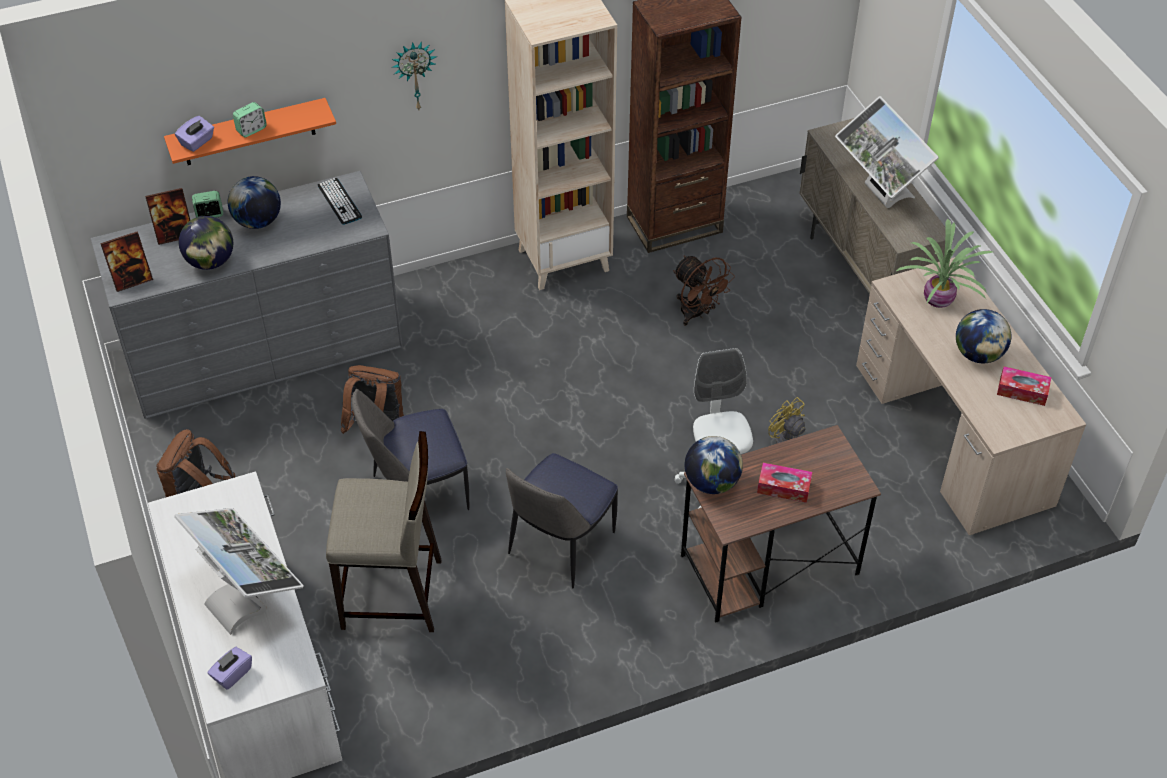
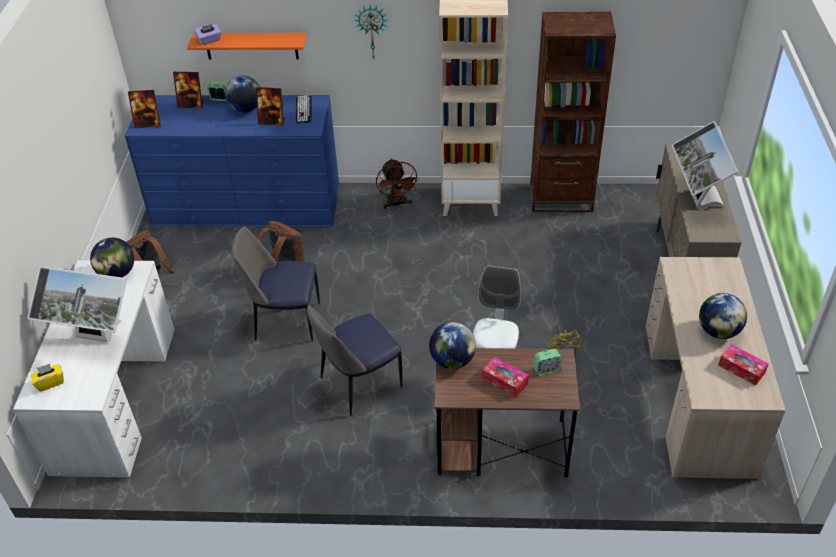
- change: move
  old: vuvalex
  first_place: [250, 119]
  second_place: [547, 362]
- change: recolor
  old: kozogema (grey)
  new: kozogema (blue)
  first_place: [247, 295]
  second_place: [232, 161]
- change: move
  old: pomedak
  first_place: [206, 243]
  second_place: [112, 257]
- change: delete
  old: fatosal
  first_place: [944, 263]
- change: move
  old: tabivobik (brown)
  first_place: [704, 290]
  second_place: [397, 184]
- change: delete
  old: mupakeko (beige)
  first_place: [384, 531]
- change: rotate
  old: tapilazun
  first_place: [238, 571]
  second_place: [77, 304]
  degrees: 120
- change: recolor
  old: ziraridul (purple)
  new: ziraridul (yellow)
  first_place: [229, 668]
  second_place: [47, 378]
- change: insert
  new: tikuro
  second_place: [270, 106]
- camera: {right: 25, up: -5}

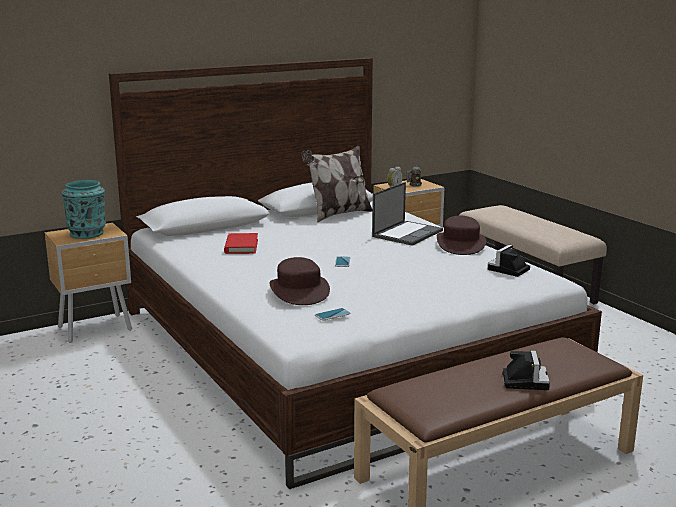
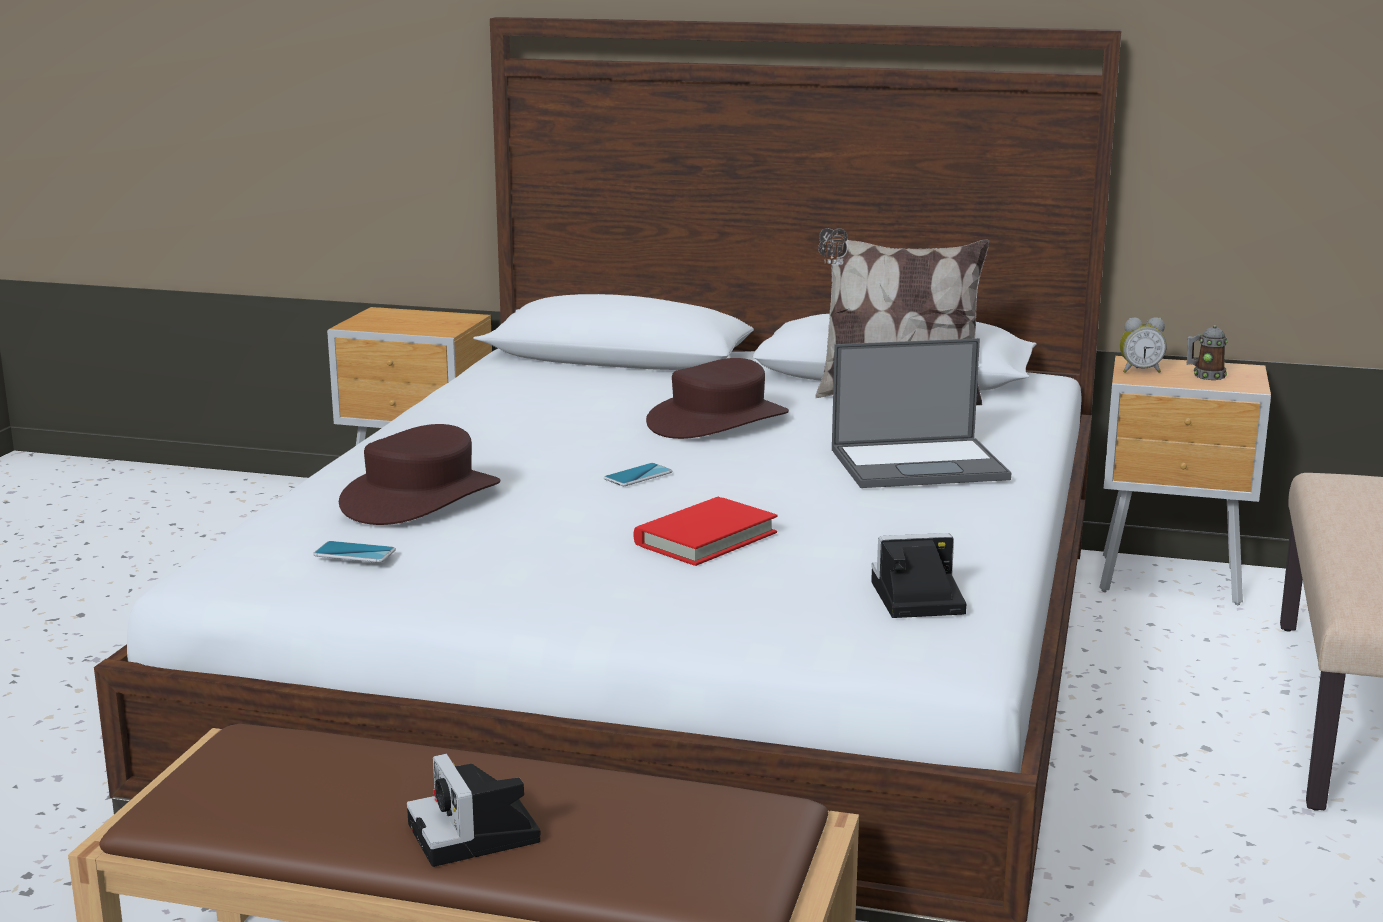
- change: delete
  old: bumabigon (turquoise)
  first_place: [84, 209]
- change: move
  old: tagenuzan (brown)
  first_place: [461, 235]
  second_place: [717, 398]
- change: move
  old: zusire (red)
  first_place: [241, 243]
  second_place: [705, 531]
- change: rotate
  old: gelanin
  first_place: [526, 370]
  second_place: [474, 810]
  degrees: 105
- camera: {right: 45, up: 0}

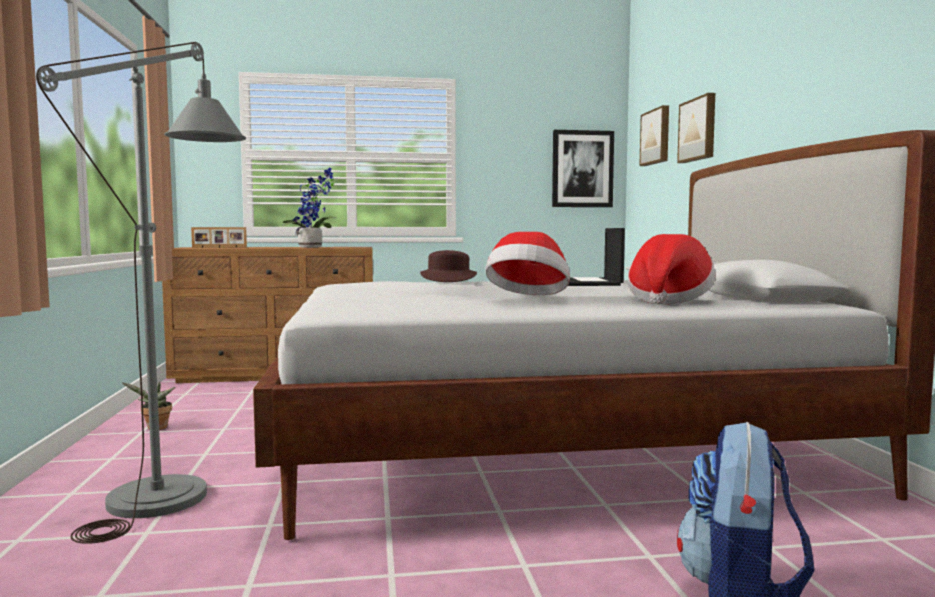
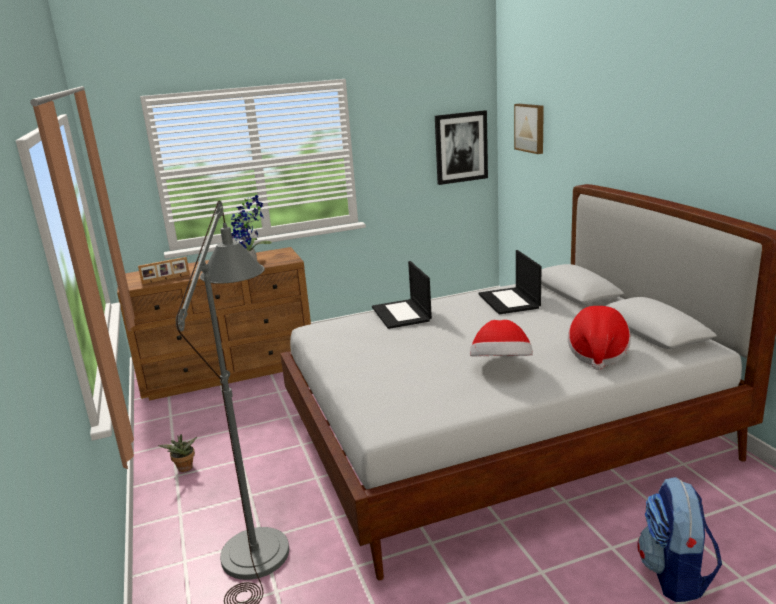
- change: delete
  old: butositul
  first_place: [696, 128]
- change: replace
  old: tagenuzan (brown)
  new: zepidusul
  first_place: [448, 266]
  second_place: [402, 295]
- camera: {right: -10, up: 15}

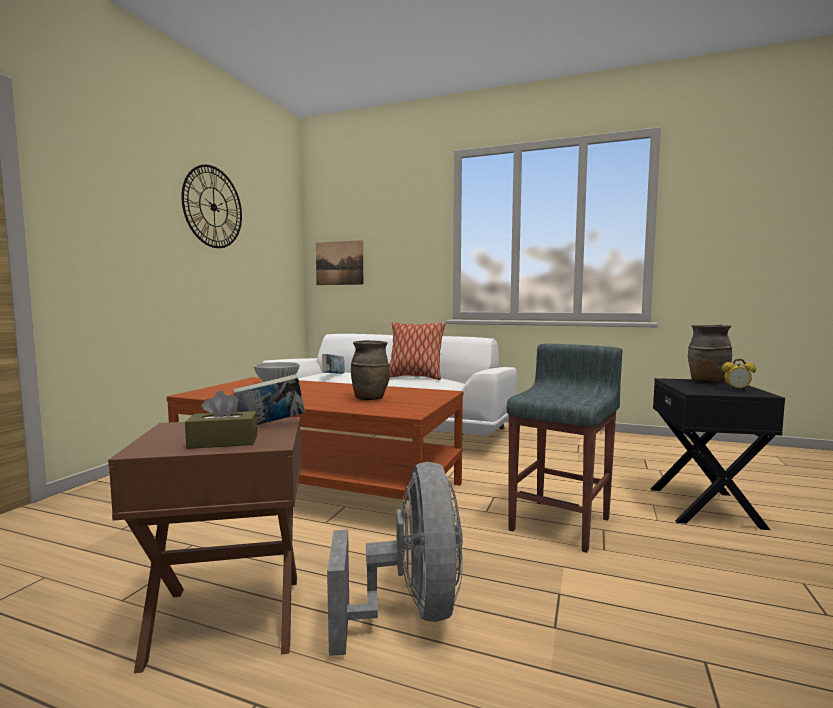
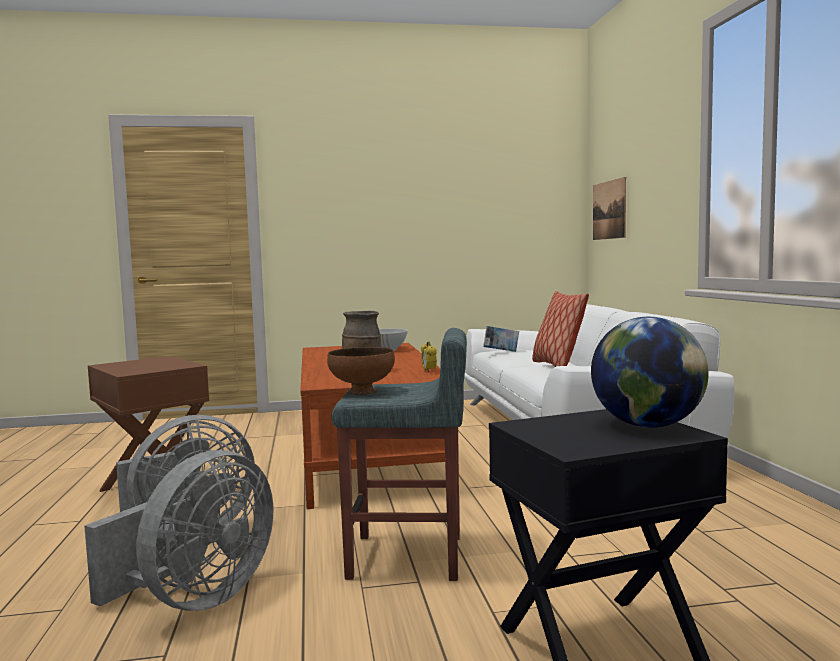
- change: delete
  old: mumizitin
  first_place: [211, 206]
- change: replace
  old: bumabigon (brown)
  new: pomedak
  first_place: [710, 354]
  second_place: [650, 372]
- change: move
  old: vuvalex
  first_place: [739, 375]
  second_place: [429, 357]
- change: delete
  old: zusire
  first_place: [269, 399]
- change: delete
  old: ziraridul (brown)
  first_place: [221, 420]
- change: insert
  new: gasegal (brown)
  second_place: [361, 371]
- change: insert
  new: tabivobik (grey)
  second_place: [178, 530]
- camera: {right: 60, up: 0}

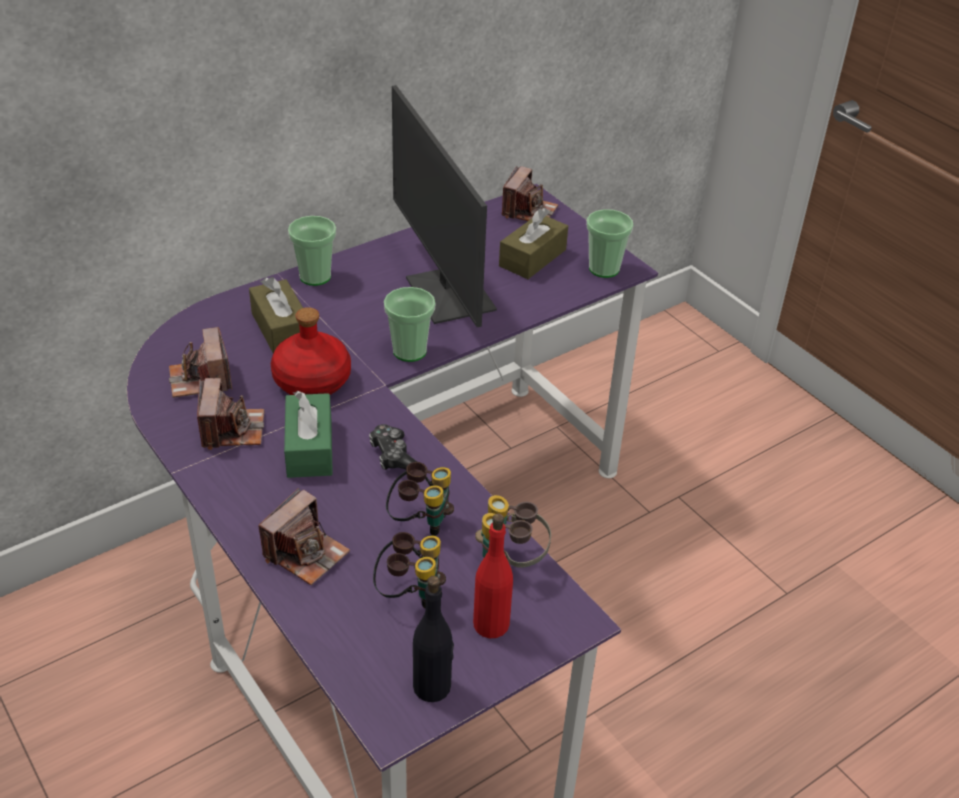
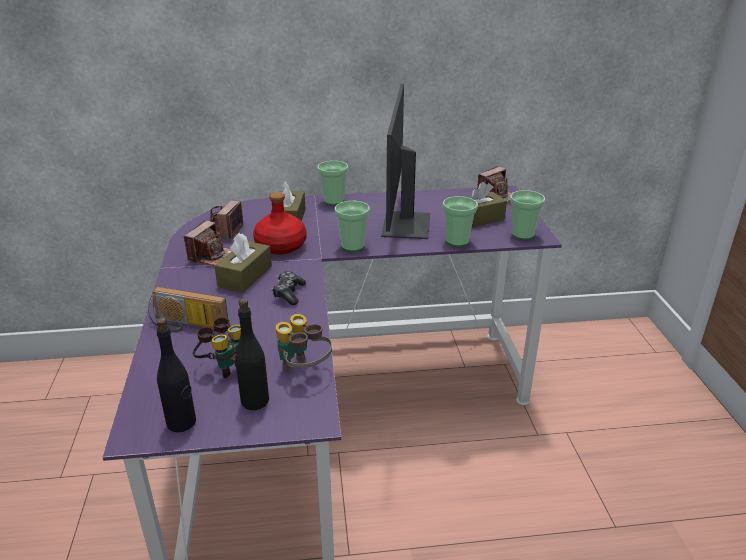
- change: recolor
  old: ziraridul (green)
  new: ziraridul (brown)
  first_place: [308, 434]
  second_place: [243, 263]
- change: delete
  old: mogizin
  first_place: [420, 499]
- change: replace
  old: gelanin
  new: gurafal
  first_place: [304, 536]
  second_place: [188, 309]
- change: recolor
  old: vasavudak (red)
  new: vasavudak (black)
  first_place: [493, 576]
  second_place: [252, 354]
- change: insert
  new: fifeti
  second_place: [460, 221]
- camera: {right: 30, up: -10}

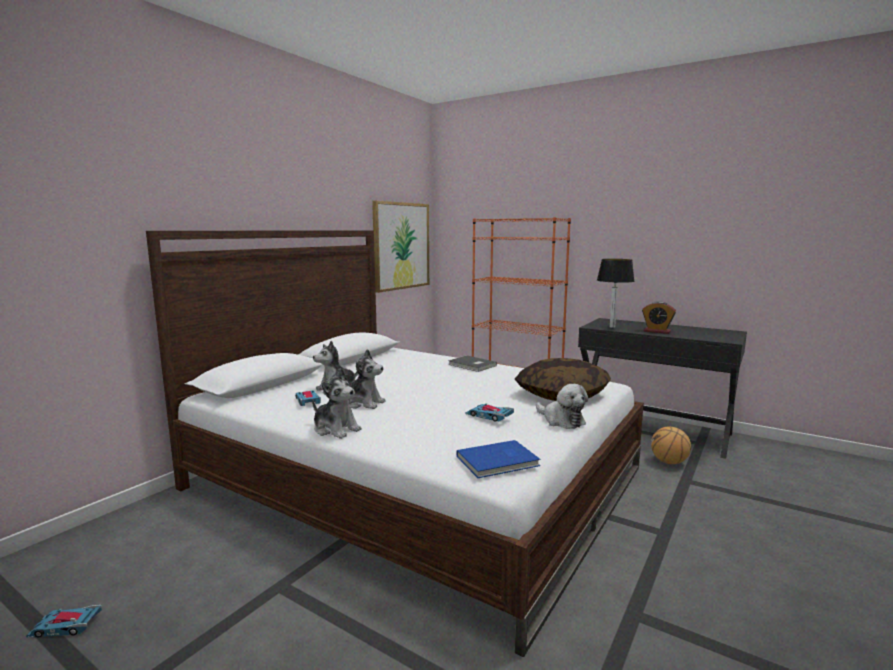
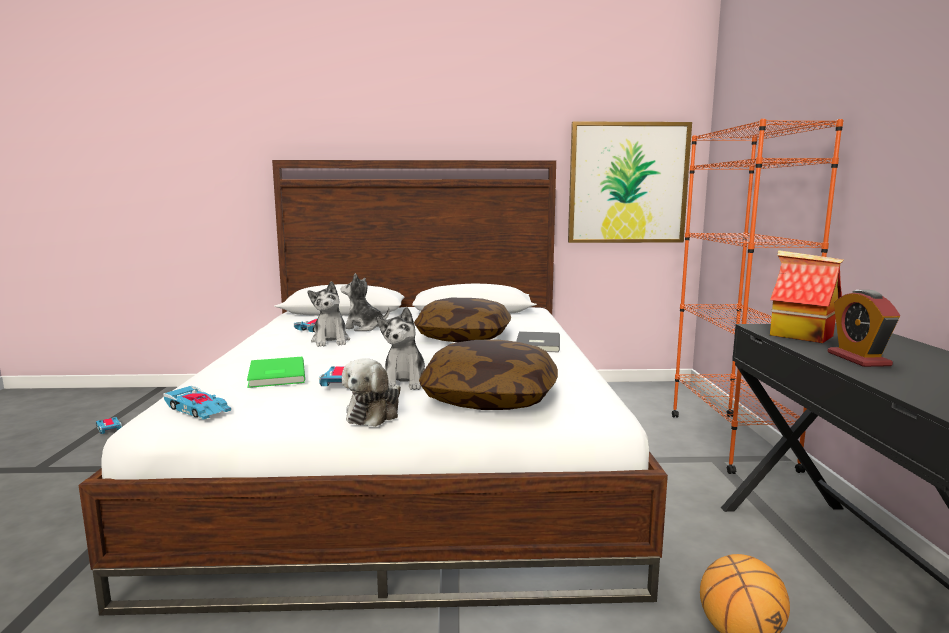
- change: replace
  old: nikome
  new: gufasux
  first_place: [615, 293]
  second_place: [807, 296]
- change: move
  old: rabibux
  first_place: [337, 403]
  second_place: [401, 348]
- change: replace
  old: zusire (blue)
  new: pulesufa
  first_place: [498, 459]
  second_place: [197, 403]
- change: insert
  new: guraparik
  second_place: [462, 320]
- change: insert
  new: zusire (green)
  second_place: [276, 372]
- camera: {right: 55, up: 0}

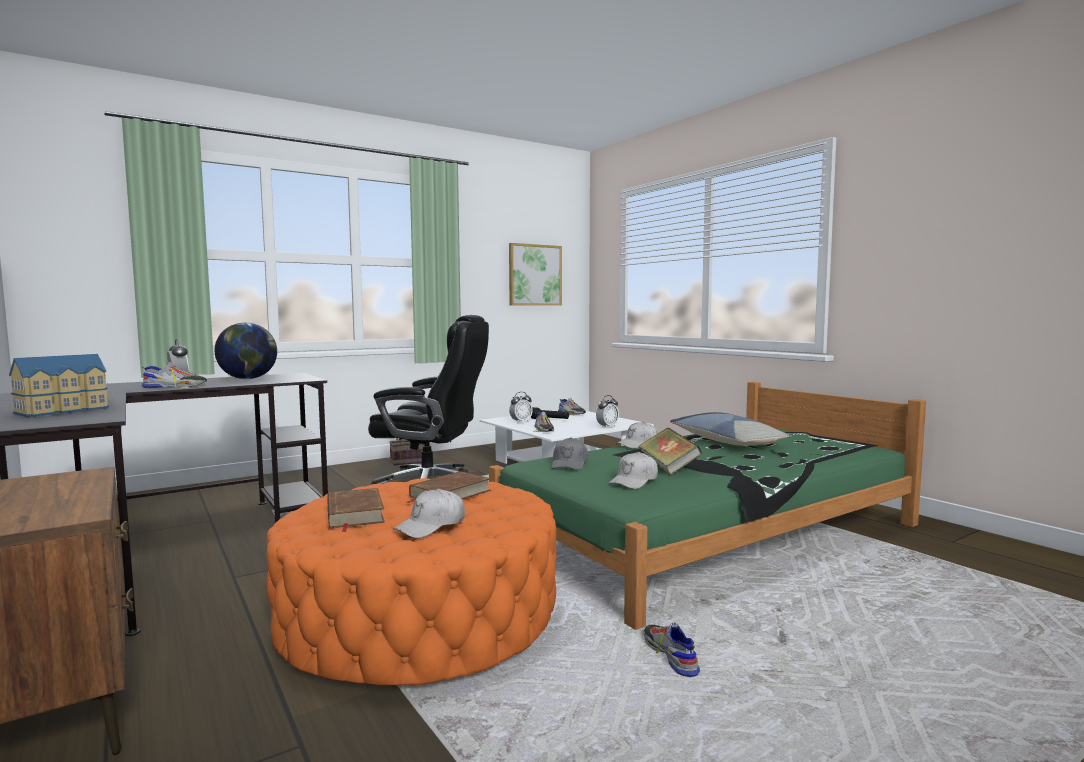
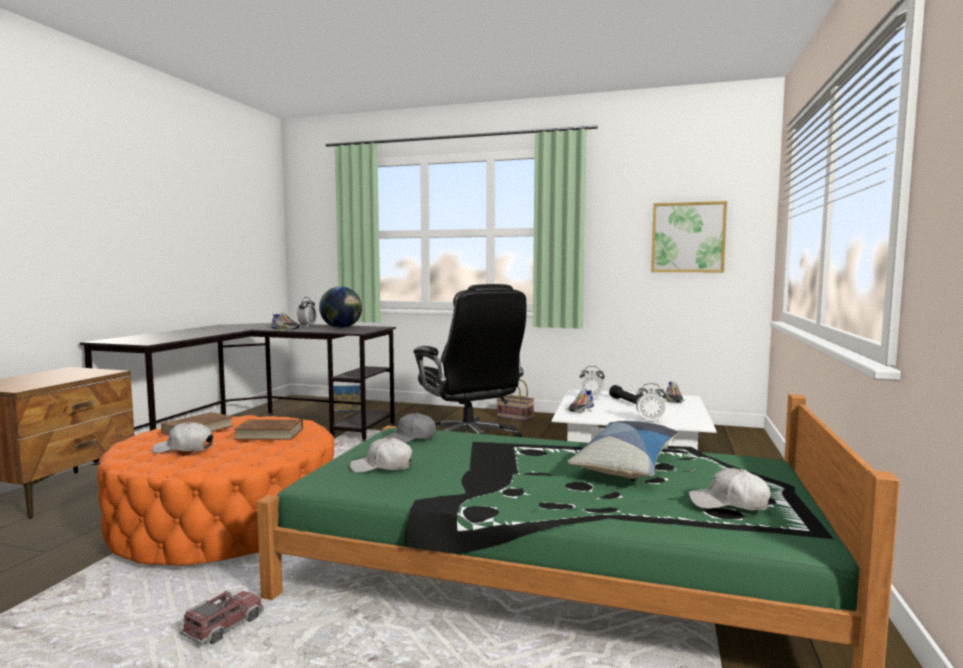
- change: move
  old: gufasux
  first_place: [59, 385]
  second_place: [347, 398]
- change: move
  old: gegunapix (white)
  first_place: [637, 435]
  second_place: [729, 489]
- change: delete
  old: zusire
  first_place: [670, 451]
- change: replace
  old: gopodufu
  new: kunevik
  first_place: [671, 649]
  second_place: [222, 617]
- camera: {right: 50, up: 0}

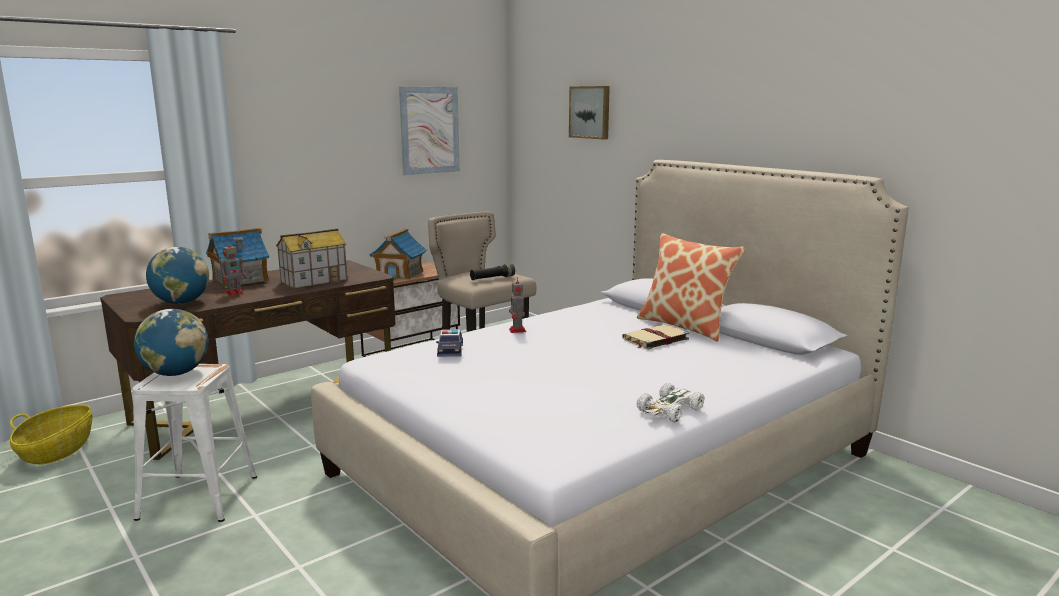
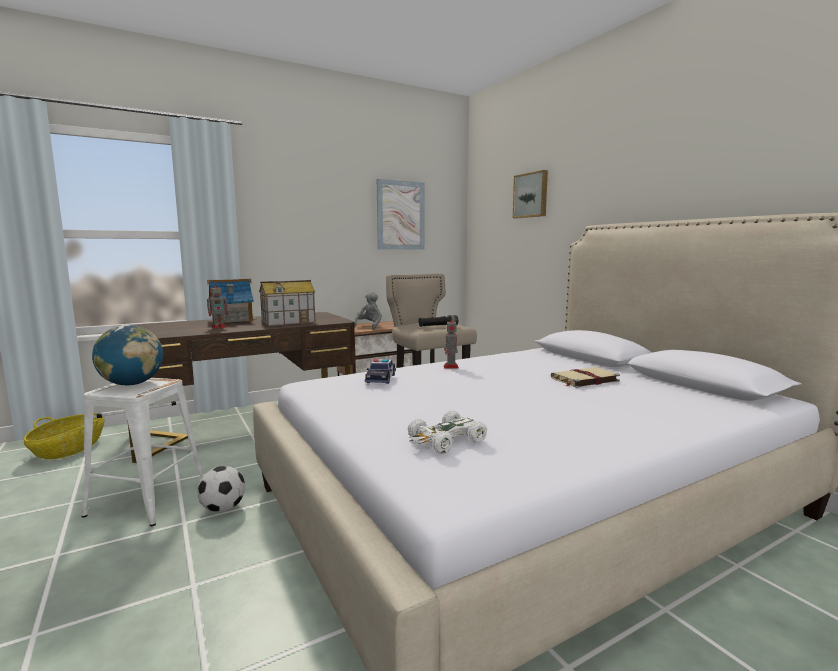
- change: replace
  old: gufasux
  new: rabibux (grey)
  first_place: [398, 254]
  second_place: [368, 311]
- change: delete
  old: guraparik
  first_place: [691, 287]
- change: delete
  old: pomedak
  first_place: [177, 275]
- change: move
  old: pulesufa (white)
  first_place: [671, 402]
  second_place: [447, 432]
- change: insert
  new: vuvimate
  second_place: [221, 489]
- camera: {right: 10, up: -5}

